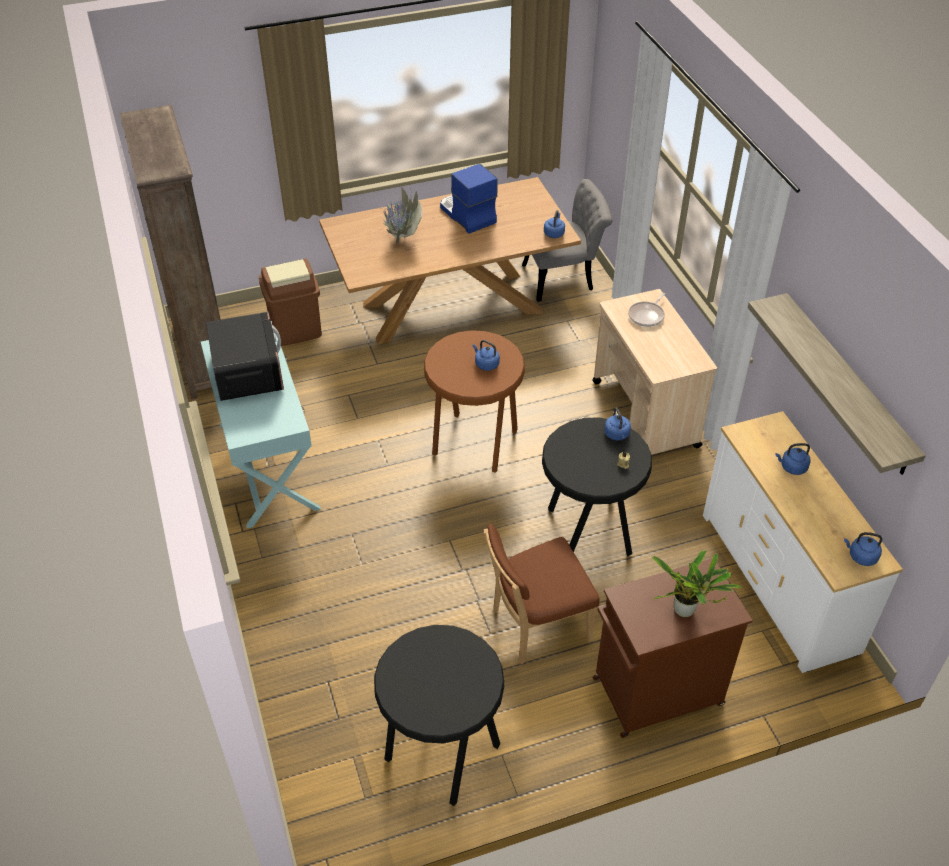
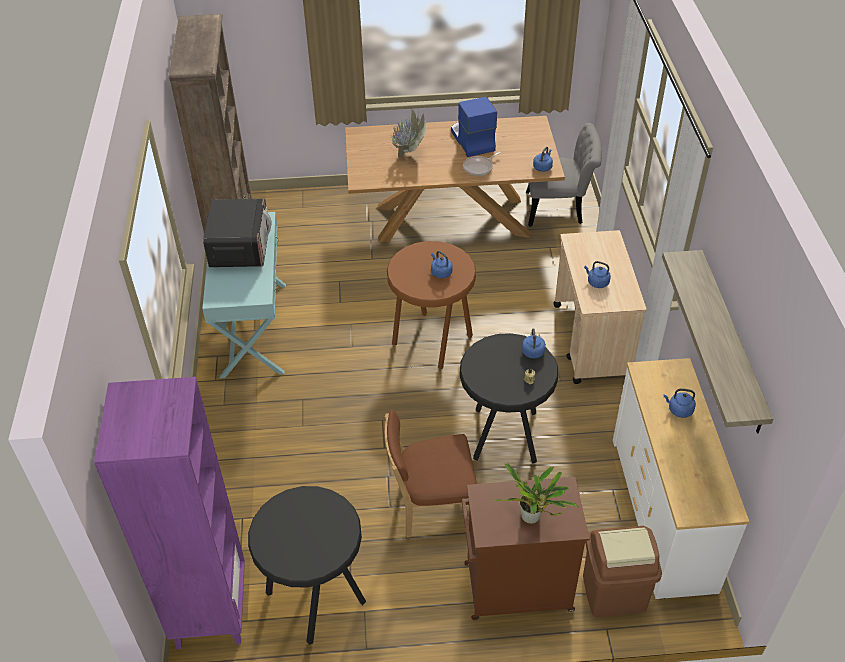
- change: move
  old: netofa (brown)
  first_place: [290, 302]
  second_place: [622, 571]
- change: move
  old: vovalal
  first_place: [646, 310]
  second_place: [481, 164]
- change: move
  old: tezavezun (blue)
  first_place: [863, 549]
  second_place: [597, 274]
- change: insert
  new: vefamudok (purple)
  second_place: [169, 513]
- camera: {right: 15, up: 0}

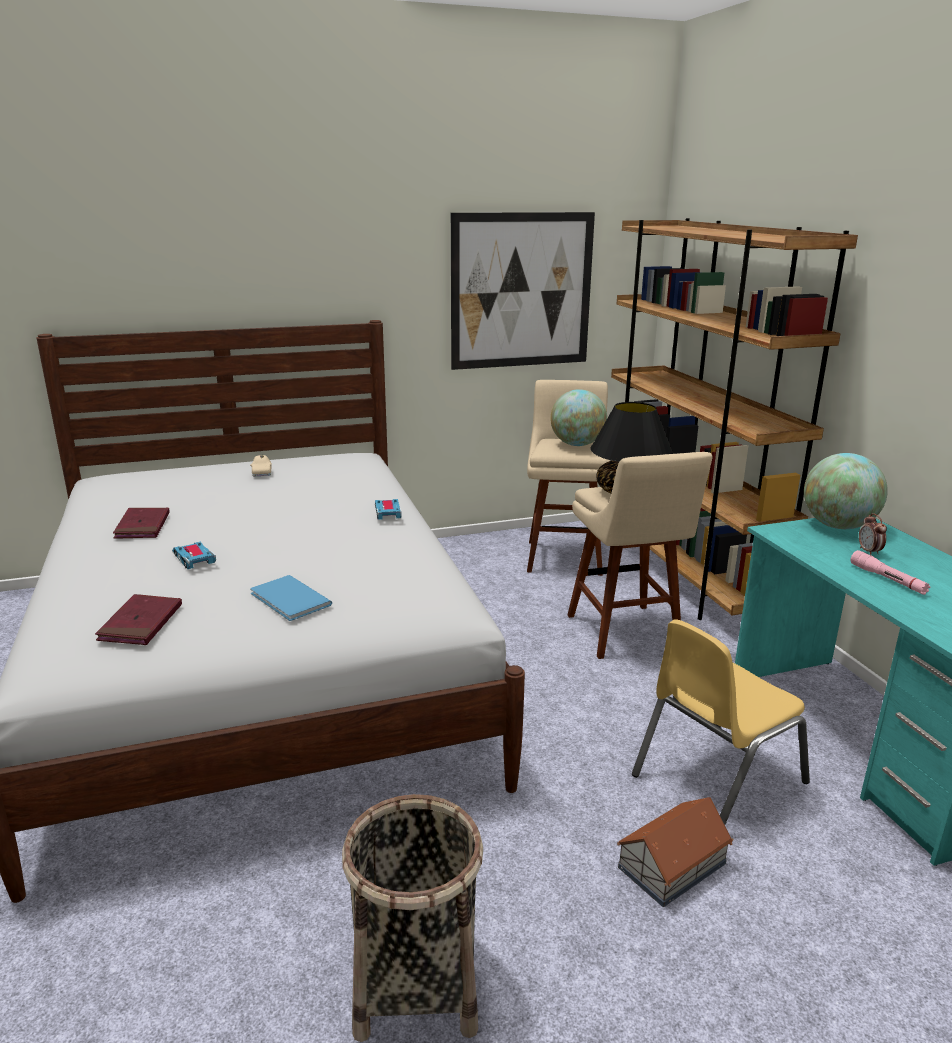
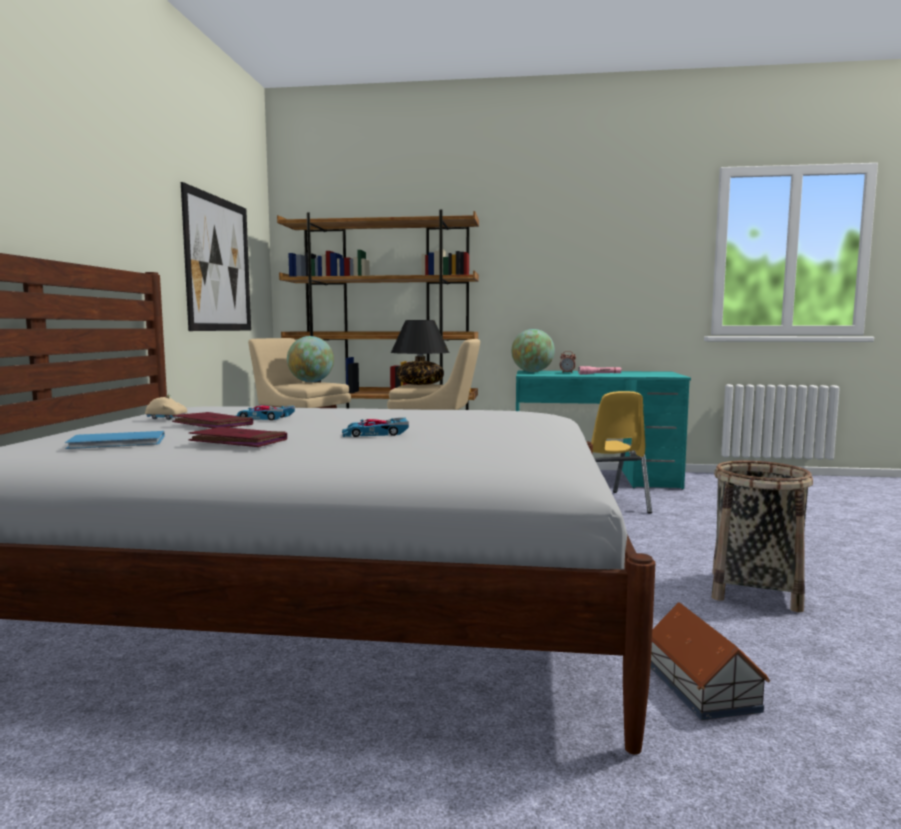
- change: move
  old: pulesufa
  first_place: [388, 509]
  second_place: [265, 412]
- change: move
  old: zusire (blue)
  first_place: [291, 598]
  second_place: [115, 440]
- change: move
  old: zusire (red)
  first_place: [138, 619]
  second_place: [212, 420]
- change: move
  old: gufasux
  first_place: [675, 852]
  second_place: [710, 661]
- camera: {right: -65, up: -15}

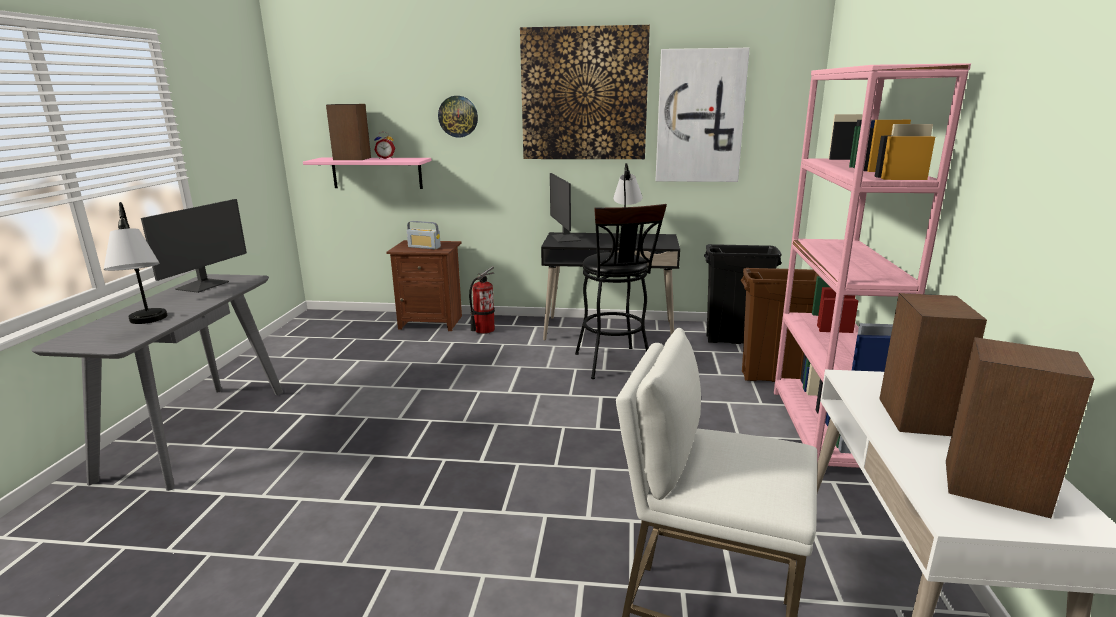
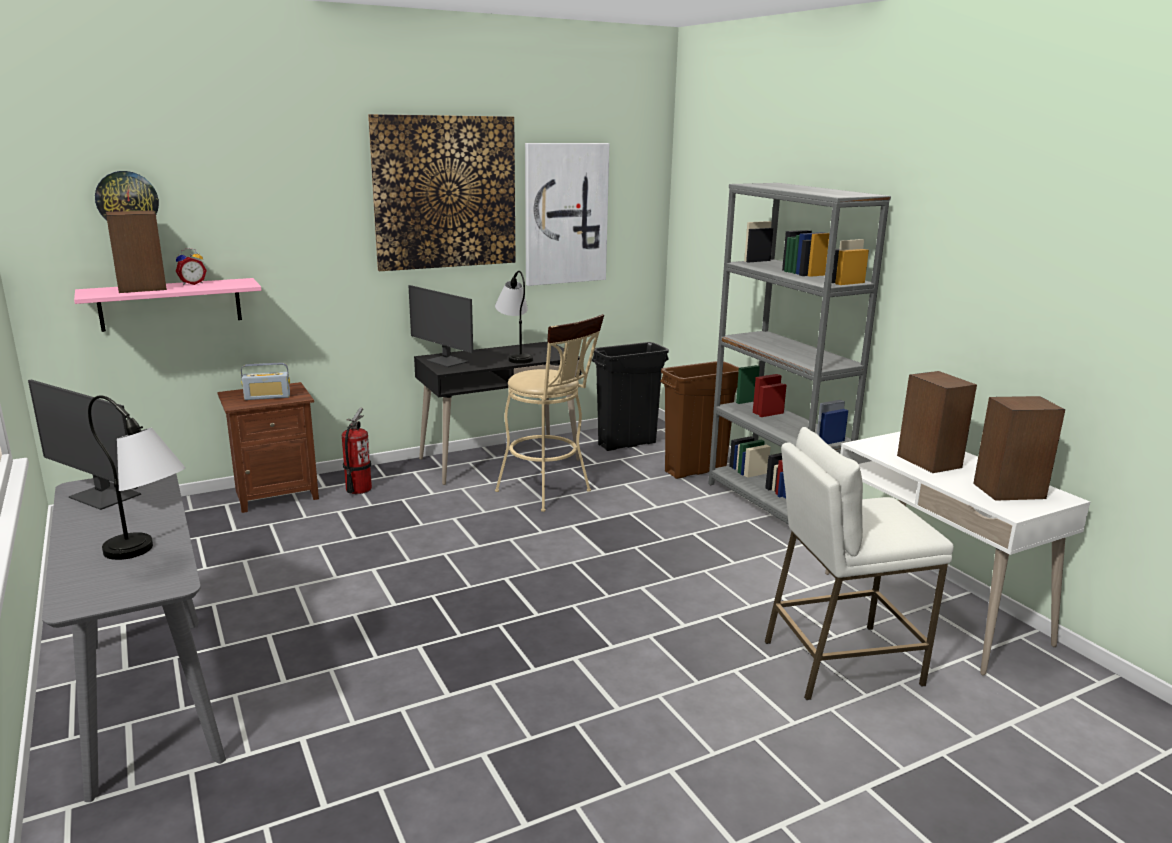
- change: recolor
  old: vefamudok (pink)
  new: vefamudok (grey)
  first_place: [872, 265]
  second_place: [799, 361]
- change: move
  old: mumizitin
  first_place: [458, 116]
  second_place: [127, 195]
- change: rotate
  old: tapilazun
  first_place: [194, 246]
  second_place: [84, 445]
  degrees: 135
- change: recolor
  old: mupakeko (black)
  new: mupakeko (beige)
  first_place: [621, 291]
  second_place: [549, 413]
- camera: {right: -35, up: 0}

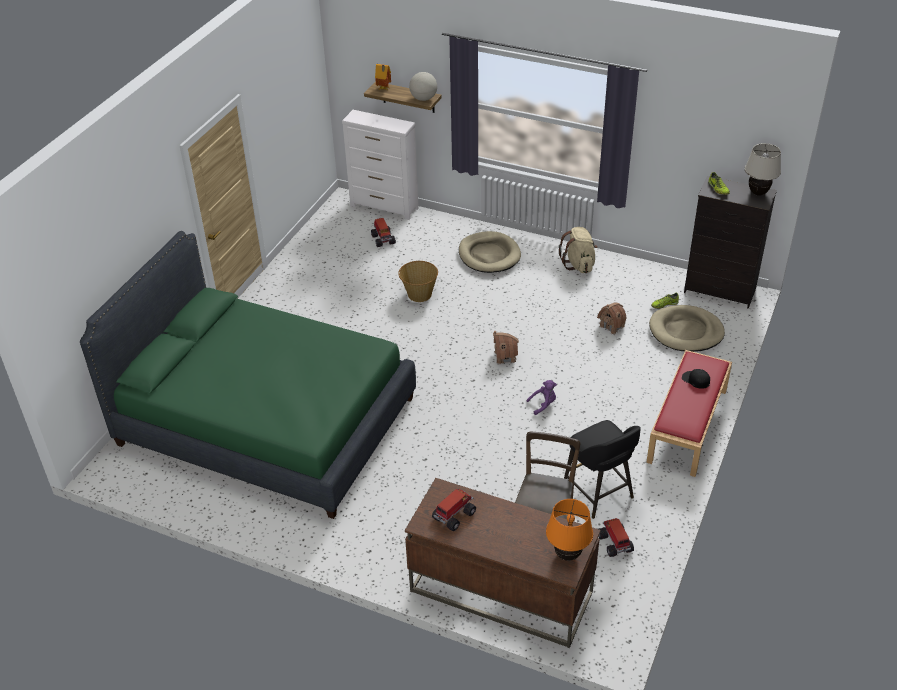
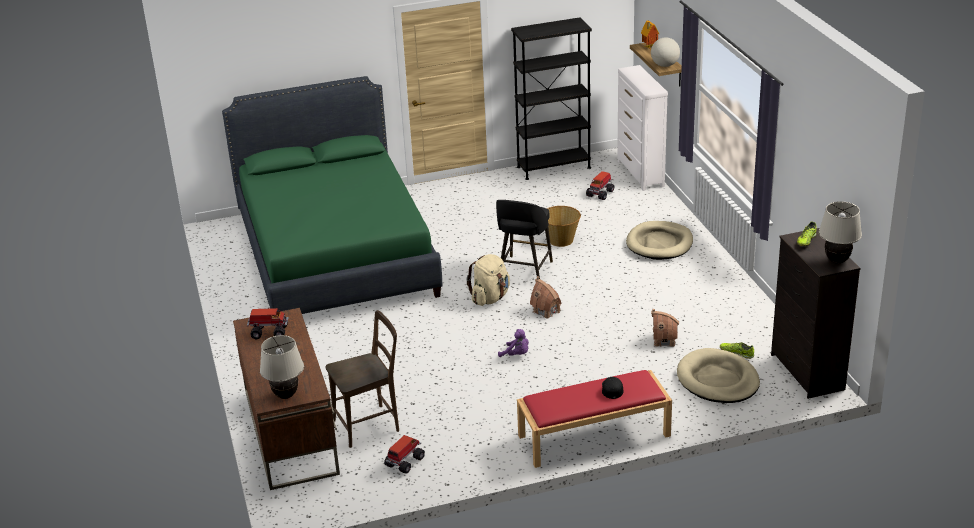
- change: move
  old: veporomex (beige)
  first_place: [578, 250]
  second_place: [488, 280]
- change: move
  old: mupakeko (black)
  first_place: [602, 469]
  second_place: [524, 239]
- change: recolor
  old: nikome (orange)
  new: nikome (beige)
  first_place: [569, 530]
  second_place: [282, 367]
- change: insert
  new: vefamudok (black)
  second_place: [551, 98]
- camera: {right: 50, up: -10}

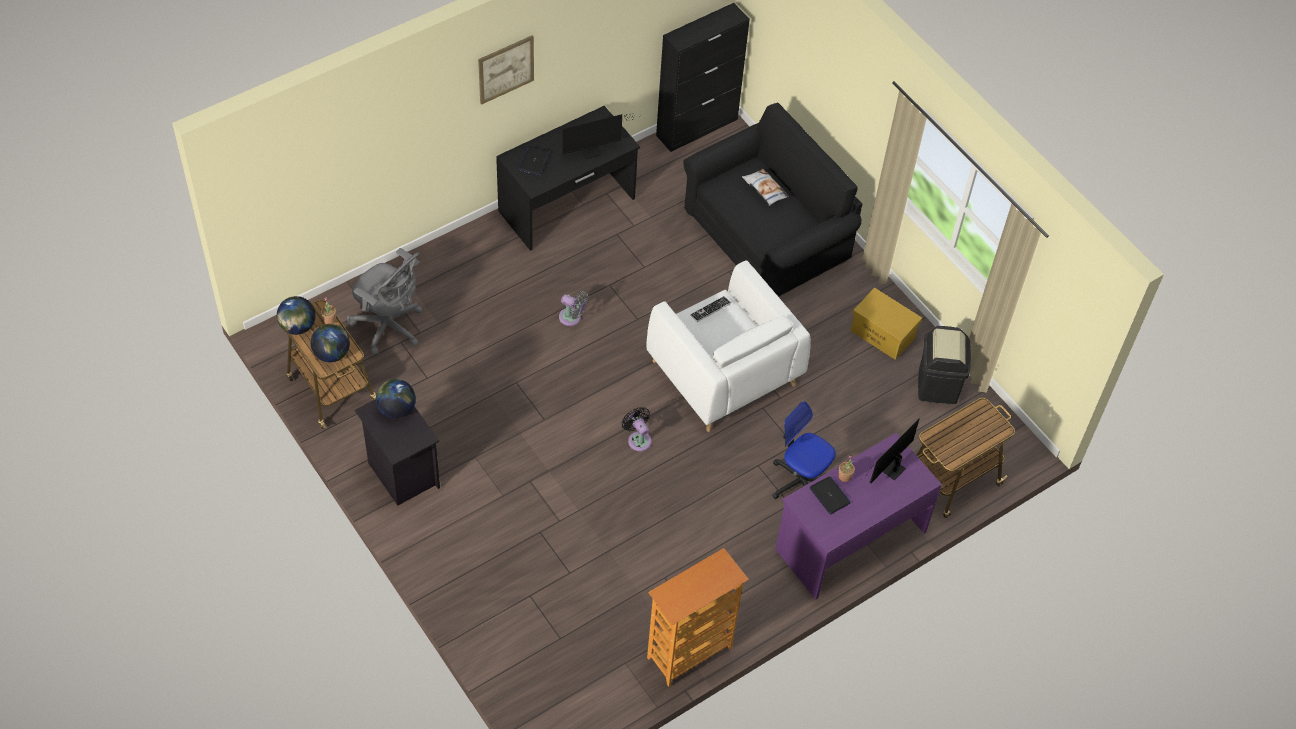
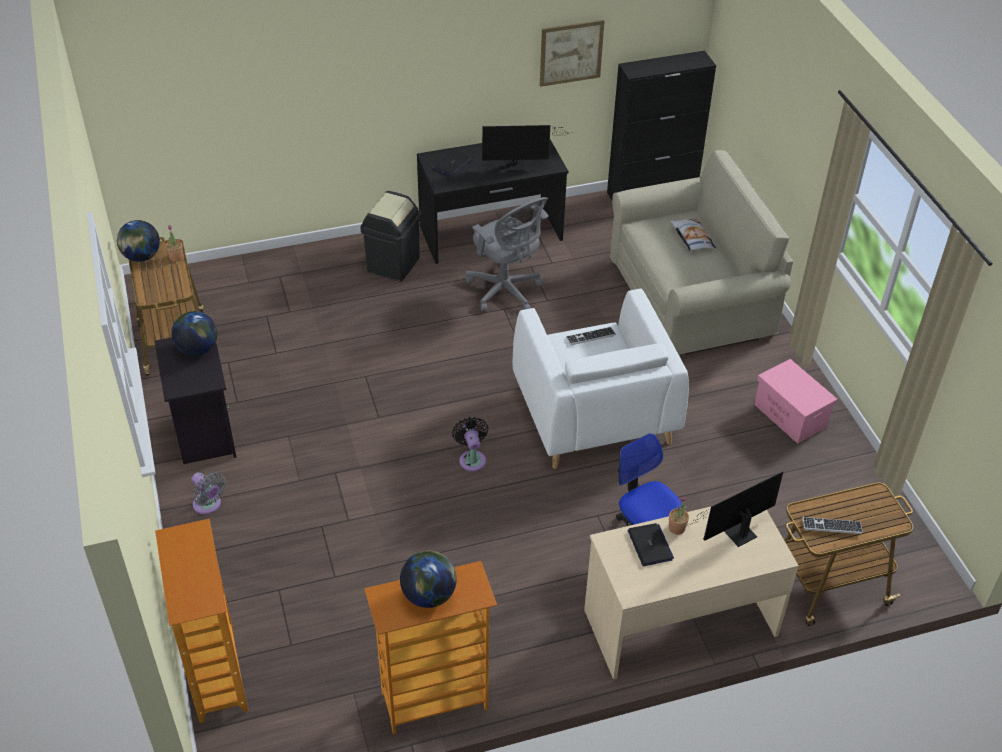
- change: move
  old: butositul
  first_place: [506, 70]
  second_place: [572, 53]
- change: recolor
  old: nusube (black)
  new: nusube (beige)
  first_place: [772, 199]
  second_place: [702, 253]
- change: move
  old: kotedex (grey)
  first_place: [384, 301]
  second_place: [507, 254]
- change: recolor
  old: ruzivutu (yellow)
  new: ruzivutu (pink)
  first_place: [886, 324]
  second_place: [796, 401]
- change: move
  old: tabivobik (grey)
  first_place: [573, 308]
  second_place: [209, 493]
- change: move
  old: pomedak
  first_place: [330, 343]
  second_place: [428, 579]
- change: move
  old: netofa (black)
  first_place: [944, 365]
  second_place: [390, 236]
- change: recolor
  old: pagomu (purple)
  new: pagomu (beige)
  first_place: [858, 516]
  second_place: [691, 593]
- change: insert
  new: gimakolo
  second_place: [832, 525]
- change: insert
  new: vefamudok
  second_place: [202, 621]
- camera: {right: 20, up: -10}

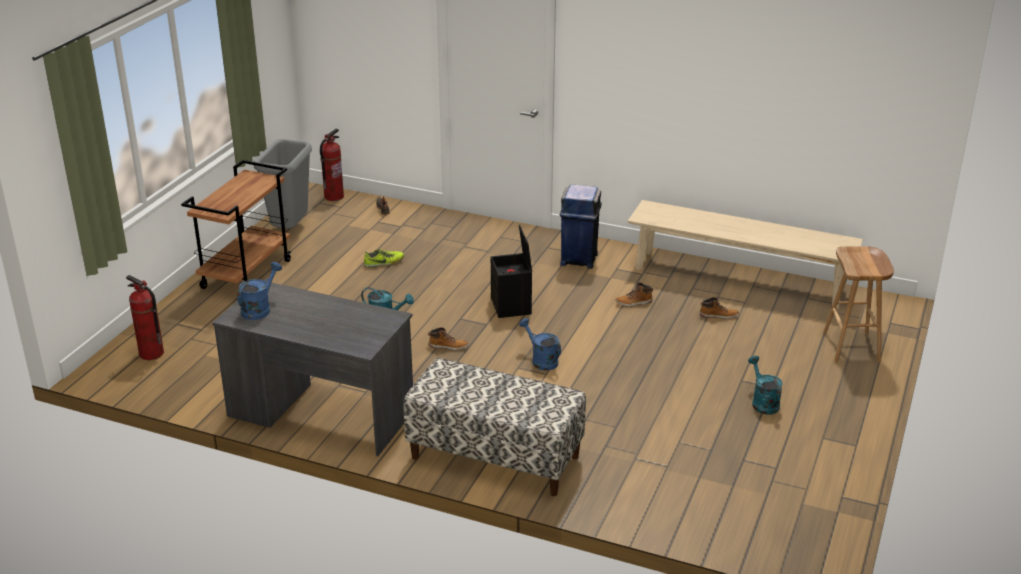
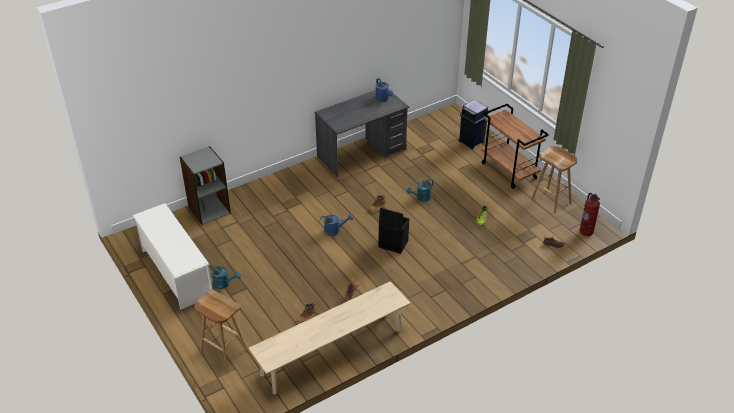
- change: replace
  old: netofa (grey)
  new: mupakeko (brown)
  first_place: [282, 183]
  second_place: [554, 179]
- change: move
  old: netofa (blue)
  first_place: [581, 226]
  second_place: [474, 124]
- change: delete
  old: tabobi
  first_place: [145, 317]
- change: delete
  old: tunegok
  first_place: [494, 427]
- change: insert
  new: vefamudok (grey)
  second_place: [205, 185]
- change: insert
  new: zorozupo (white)
  second_place: [172, 256]
- camera: {right: 125, up: 10}

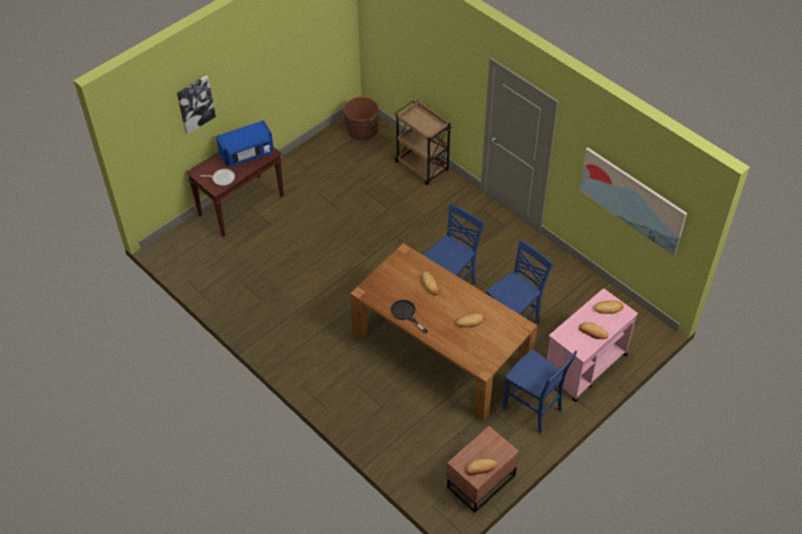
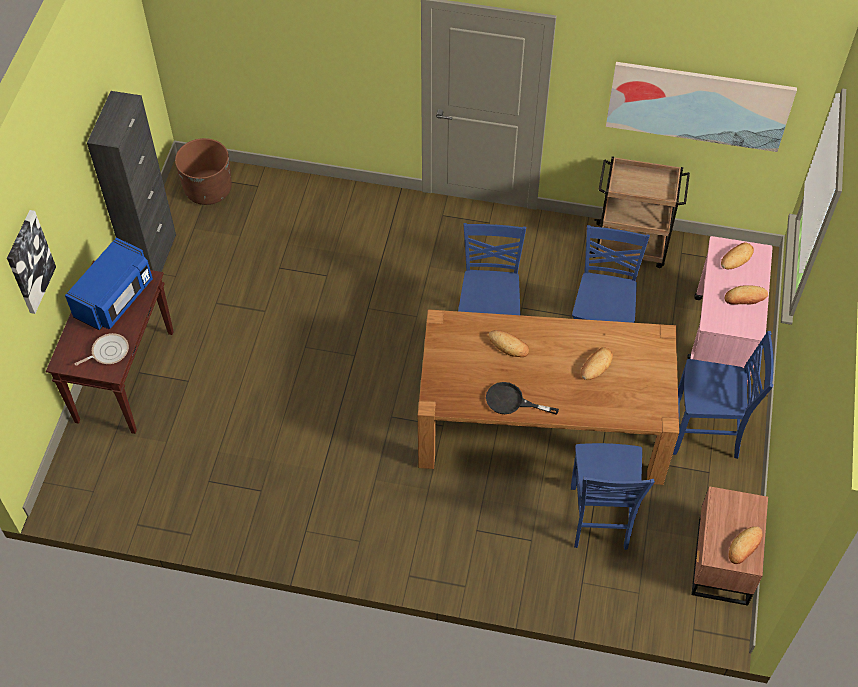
- change: move
  old: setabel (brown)
  first_place: [423, 142]
  second_place: [640, 212]
- change: insert
  new: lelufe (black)
  second_place: [131, 181]
- change: insert
  new: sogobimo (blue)
  second_place: [613, 496]
- camera: {right: -35, up: 5}

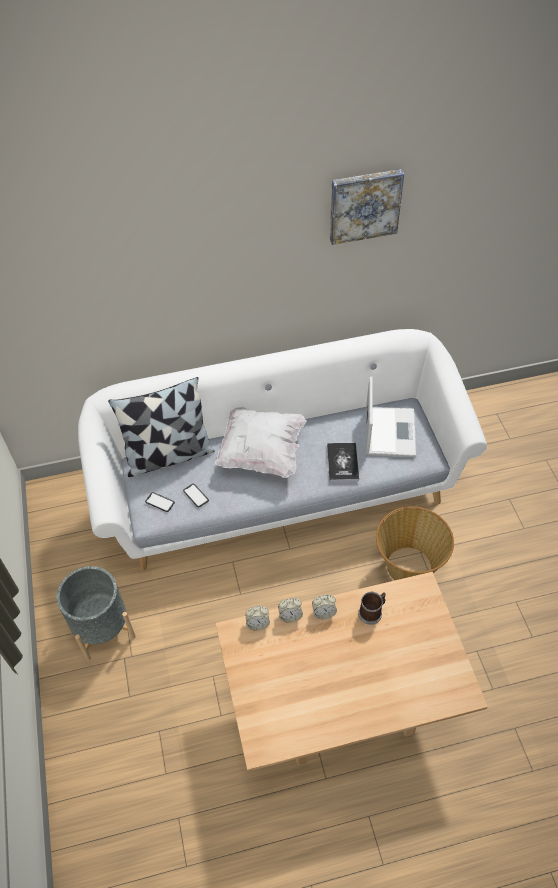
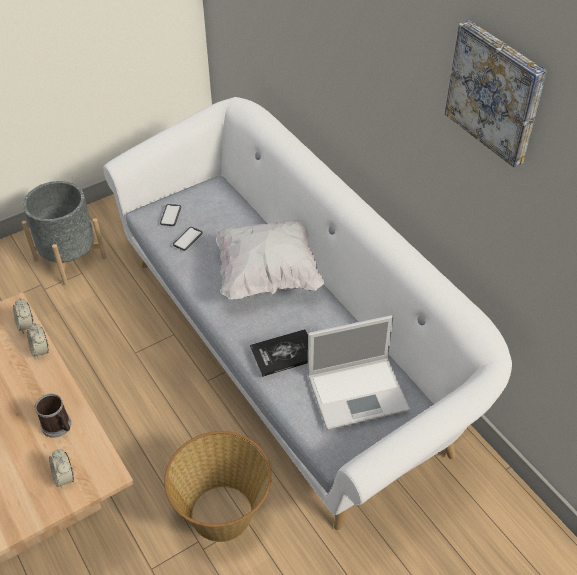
- change: delete
  old: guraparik
  first_place: [161, 427]
- change: move
  old: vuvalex
  first_place: [324, 607]
  second_place: [61, 468]
- camera: {right: 70, up: -5}

